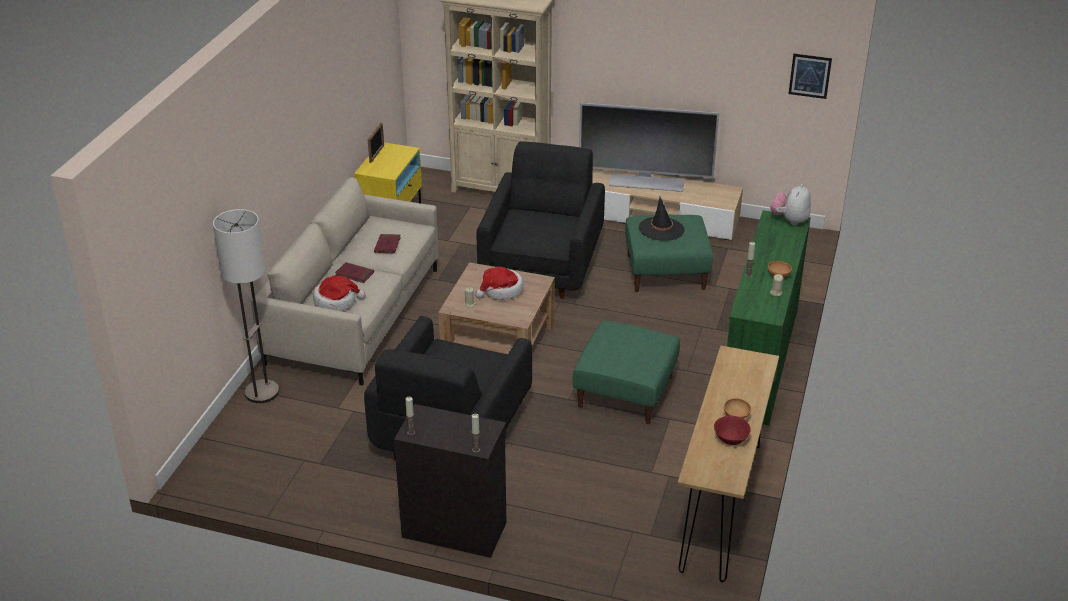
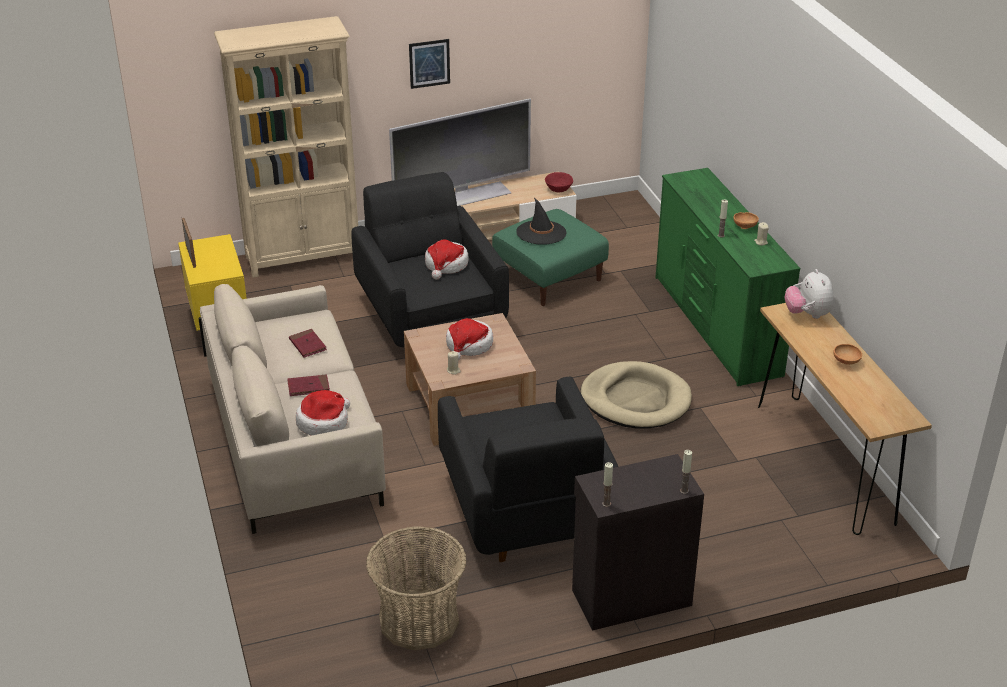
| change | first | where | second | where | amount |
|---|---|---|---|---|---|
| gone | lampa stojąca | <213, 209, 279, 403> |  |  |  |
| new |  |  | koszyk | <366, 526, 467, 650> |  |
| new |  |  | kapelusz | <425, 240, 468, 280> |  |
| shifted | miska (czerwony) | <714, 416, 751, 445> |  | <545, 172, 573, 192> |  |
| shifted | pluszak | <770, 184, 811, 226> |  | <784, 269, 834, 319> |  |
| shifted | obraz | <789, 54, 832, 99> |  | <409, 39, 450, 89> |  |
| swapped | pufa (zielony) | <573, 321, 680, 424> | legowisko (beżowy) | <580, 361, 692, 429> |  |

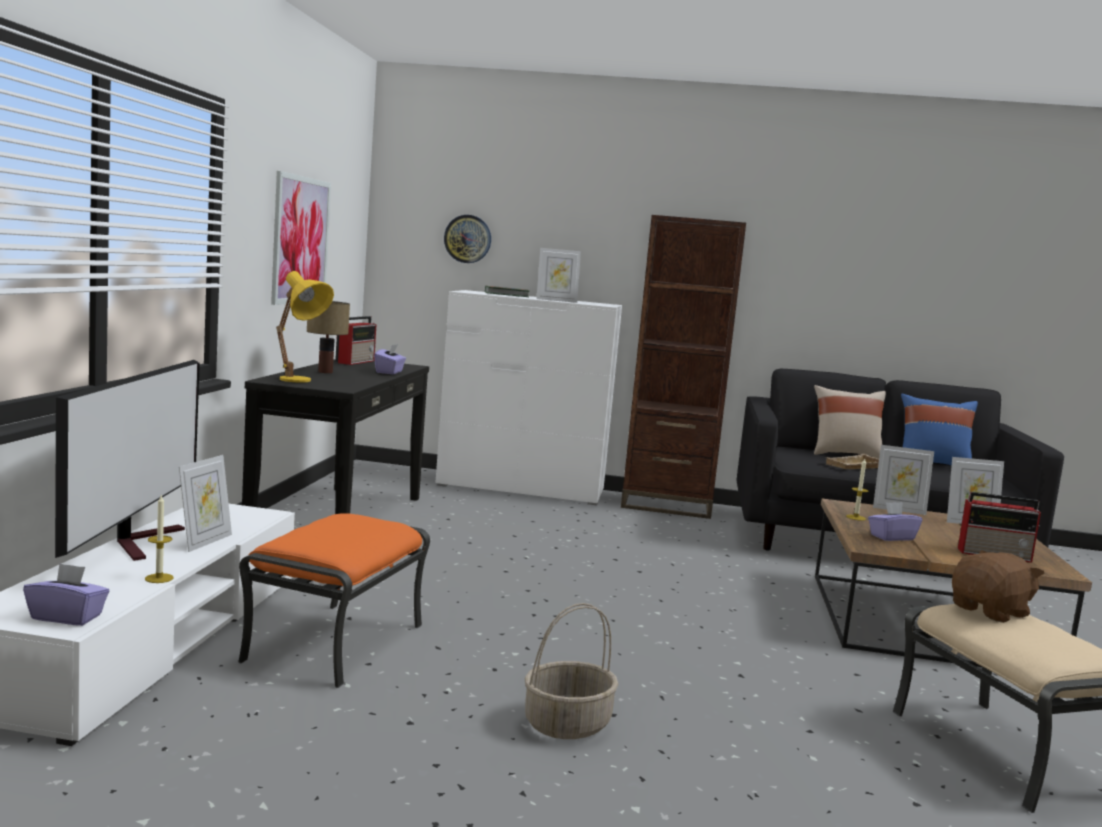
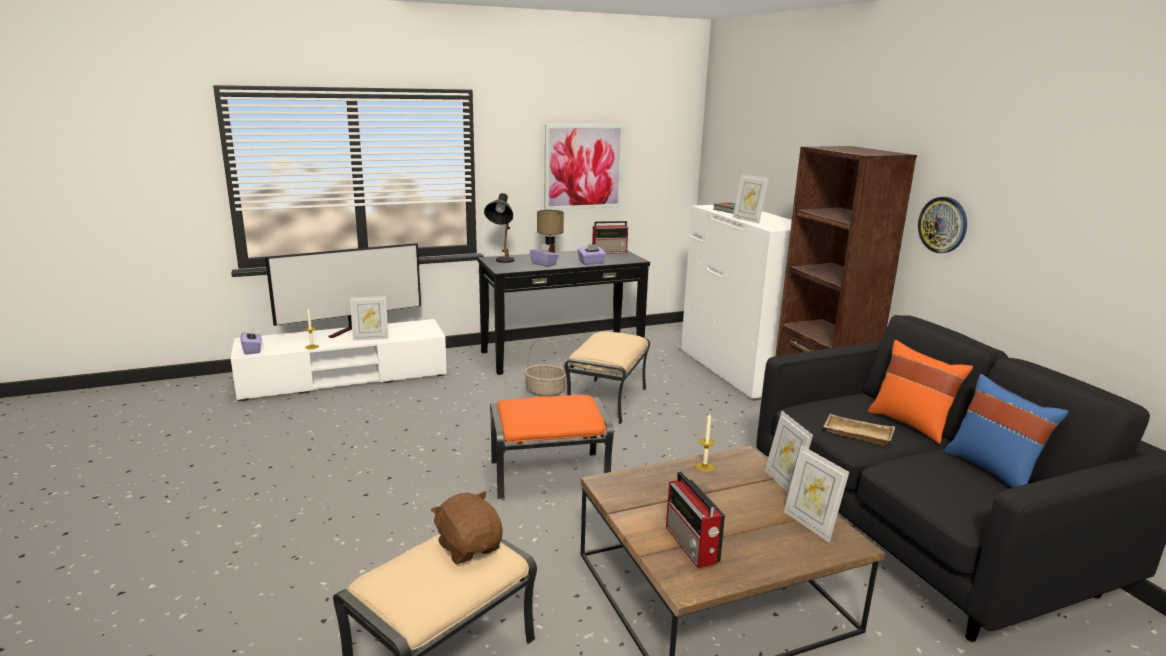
| change | first | where | second | where | amount |
|---|---|---|---|---|---|
| new |  |  | pufa (beżowy) | <564, 331, 650, 424> |  |
| shifted | pufa (pomarańczowy) | <238, 513, 430, 688> |  | <490, 395, 614, 499> |  |
| shifted | zegar ścienny | <444, 215, 491, 263> |  | <918, 197, 967, 253> |  |
| shifted | koszyk | <525, 603, 619, 739> |  | <524, 338, 566, 397> |  |
| shifted | pudełko chusteczek (fioletowy) | <868, 502, 922, 541> |  | <530, 243, 559, 267> |  |
| repainted | lampa stołowa (żółty) | <276, 271, 334, 383> | lampa stołowa (czarny) | <484, 193, 515, 263> |  |
| repainted | poduszka (beżowy) | <814, 385, 886, 459> | poduszka (pomarańczowy) | <868, 340, 973, 444> |  |
| rotated | pluszak (brązowy) | <952, 550, 1045, 623> |  | <431, 491, 503, 564> | 150 degrees counterclockwise |

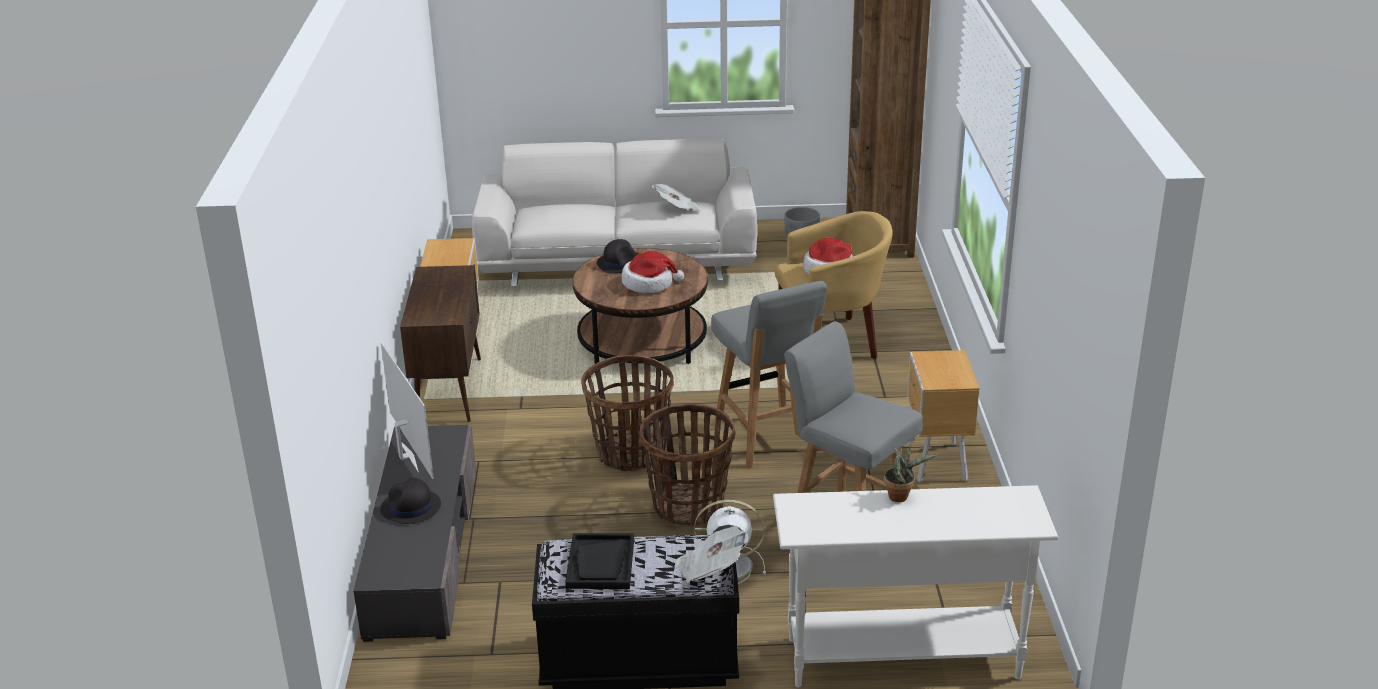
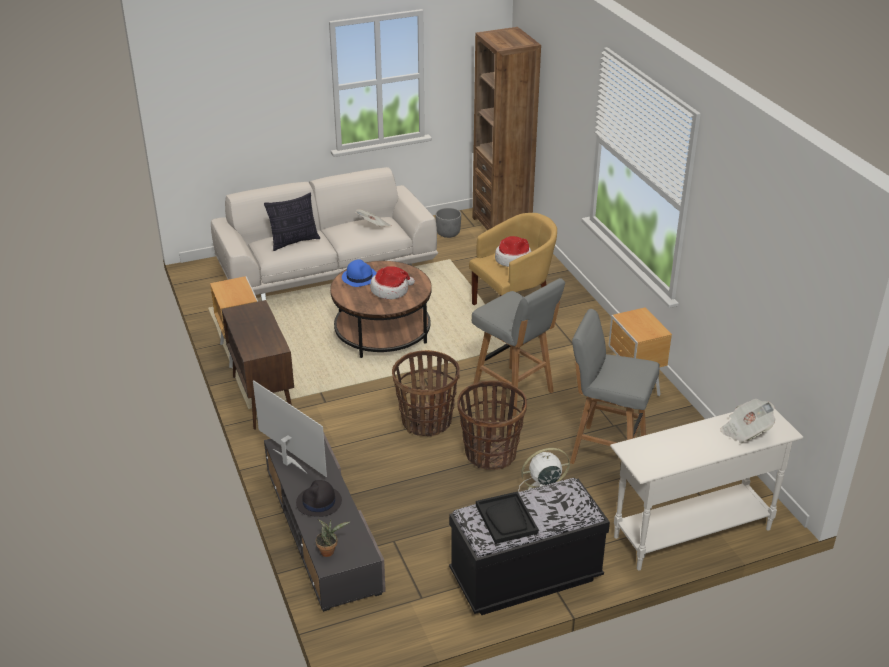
| change | first | where | second | where | amount |
|---|---|---|---|---|---|
| new |  |  | poduszka | <264, 193, 320, 251> |  |
| shifted | gazeta | <676, 526, 749, 582> |  | <720, 399, 775, 444> |  |
| shifted | roślina doniczkowa | <884, 447, 937, 502> |  | <316, 519, 350, 557> |  |
| repainted | kapelusz (czarny) | <597, 239, 639, 273> | kapelusz (niebieski) | <342, 259, 376, 287> |  |

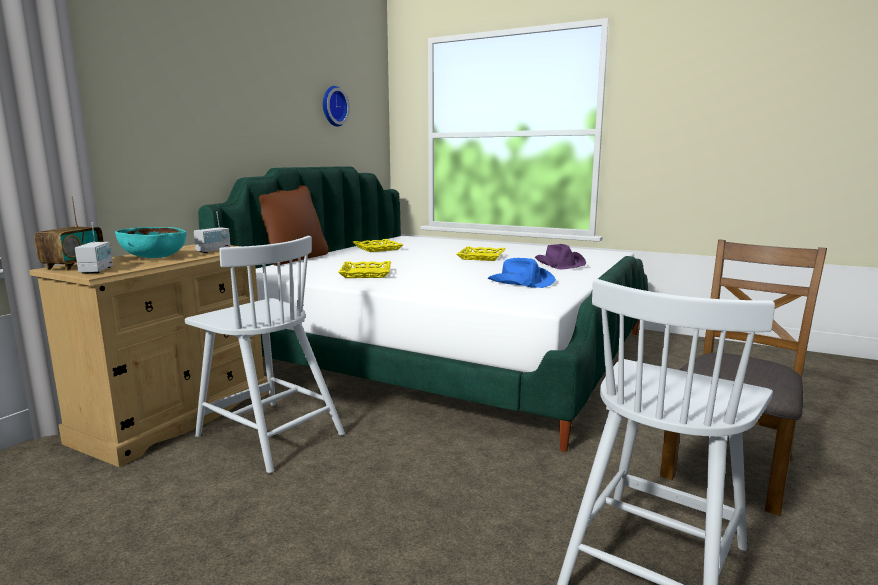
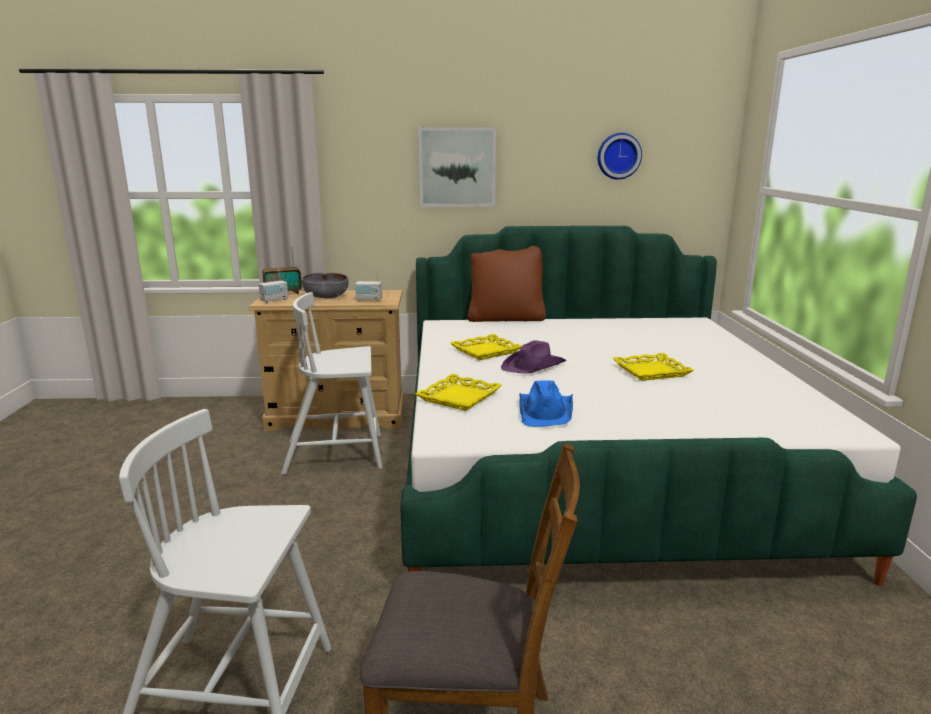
| change | first | where | second | where | amount |
|---|---|---|---|---|---|
| new |  |  | obraz | <418, 127, 496, 207> |  |
| shifted | taca (żółty) | <353, 239, 403, 252> |  | <415, 374, 502, 411> |  |
| shifted | kapelusz (fioletowy) | <535, 244, 586, 270> |  | <501, 340, 566, 374> |  |
| repainted | miska (turkusowy) | <115, 227, 186, 258> | miska (szary) | <302, 273, 349, 298> |  |
| rotated | krzesło (biały) | <185, 236, 345, 473> |  | <281, 292, 382, 475> | 75 degrees clockwise |

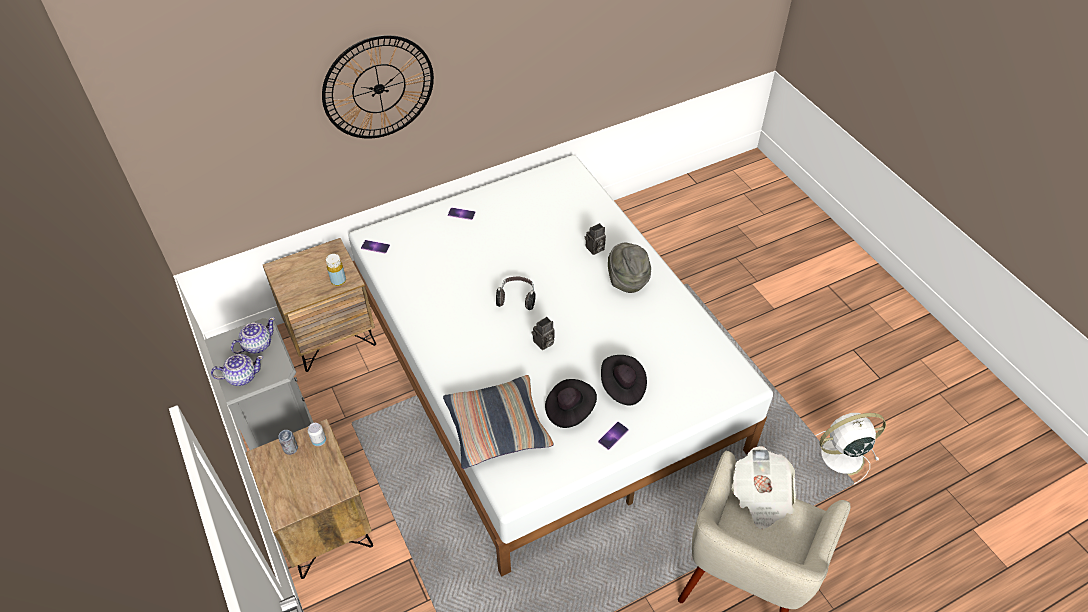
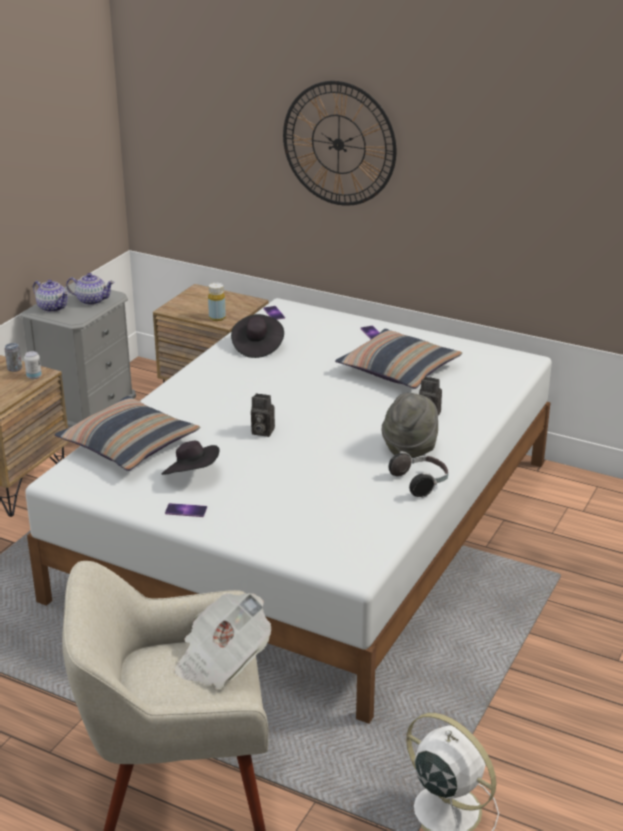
| change | first | where | second | where | amount |
|---|---|---|---|---|---|
| new |  |  | poduszka | <335, 329, 462, 389> |  |
| shifted | słuchawki | <496, 277, 536, 310> |  | <389, 451, 448, 498> |  |
| shifted | kapelusz (czarny) | <601, 355, 647, 405> |  | <231, 314, 284, 358> |  |

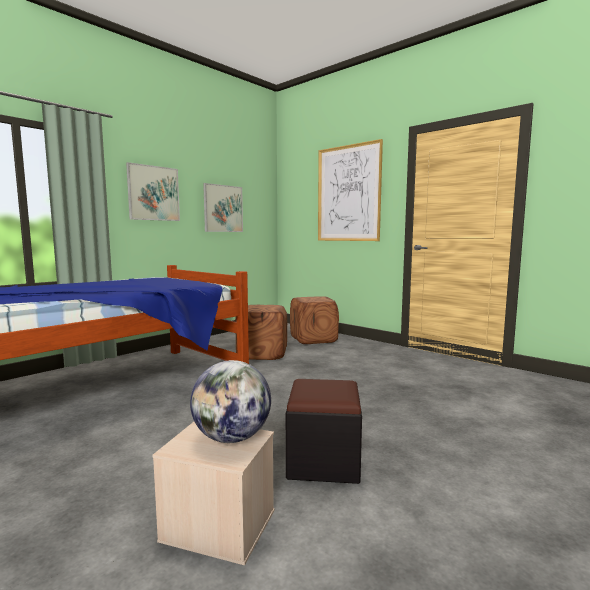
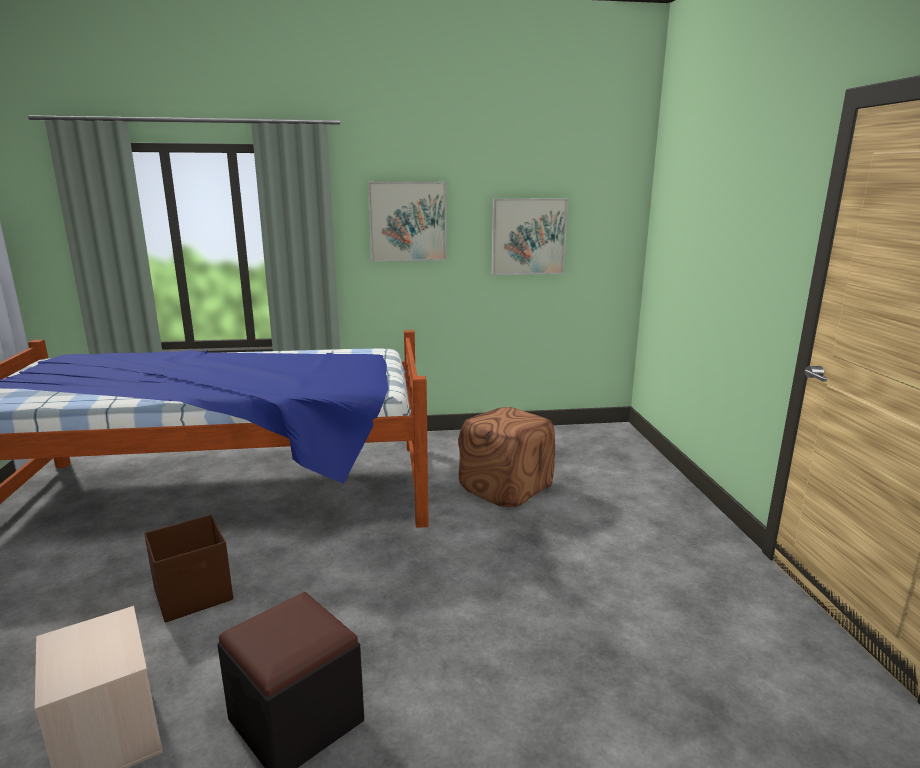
| change | first | where | second | where | amount |
|---|---|---|---|---|---|
| gone | globus | <190, 360, 271, 443> |  |  |  |
| gone | pufa (brązowy) | <290, 296, 339, 344> |  |  |  |
| gone | obraz | <318, 139, 383, 241> |  |  |  |
| new |  |  | pojemnik do przechowywania (brązowy) | <144, 515, 233, 623> |  |

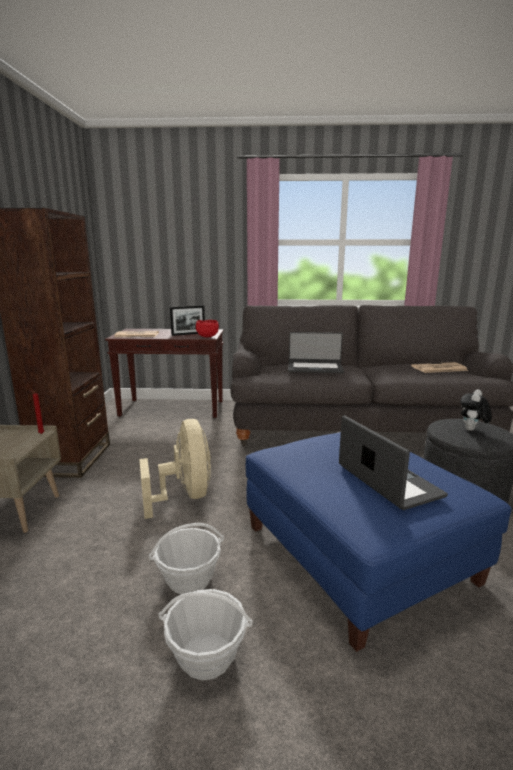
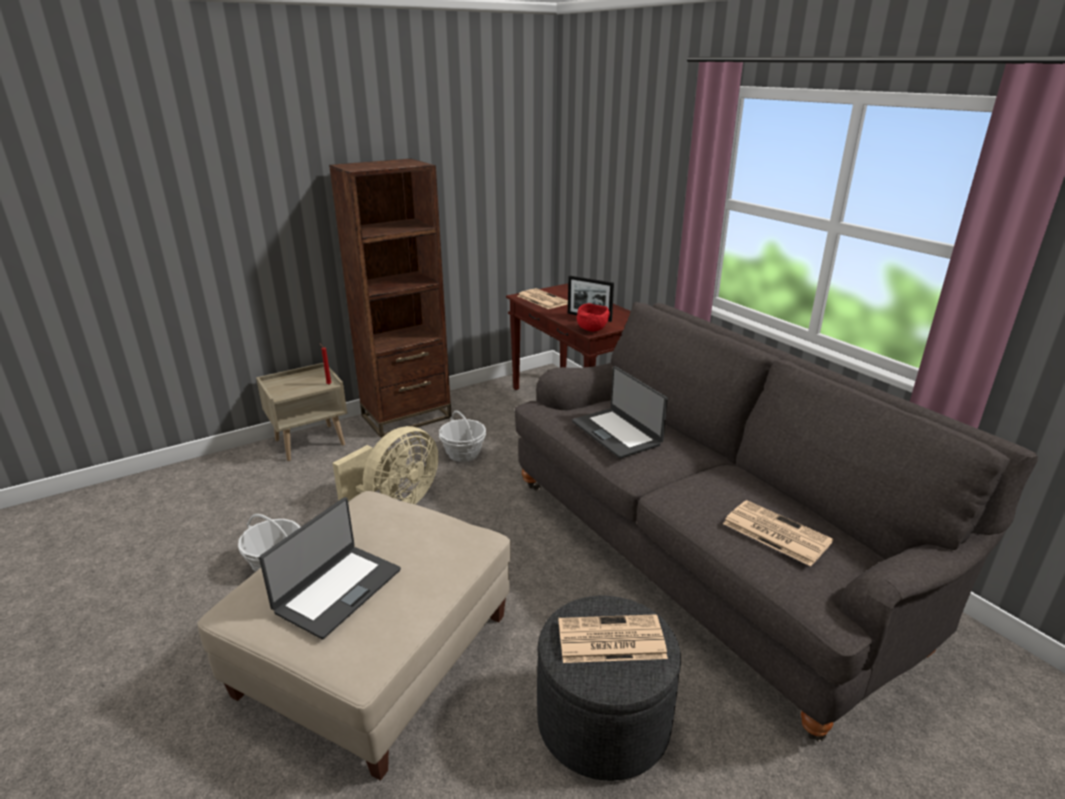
| change | first | where | second | where | amount |
|---|---|---|---|---|---|
| shifted | koszyk | <159, 589, 253, 680> |  | <439, 410, 486, 462> |  |
| swapped | pluszak | <460, 389, 492, 431> | gazeta | <559, 614, 668, 663> |  |
| repainted | pufa (niebieski) | <246, 432, 512, 652> | pufa (beżowy) | <197, 491, 511, 781> |  |

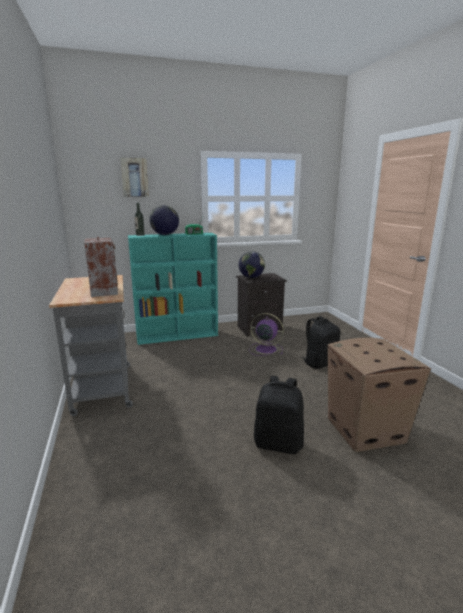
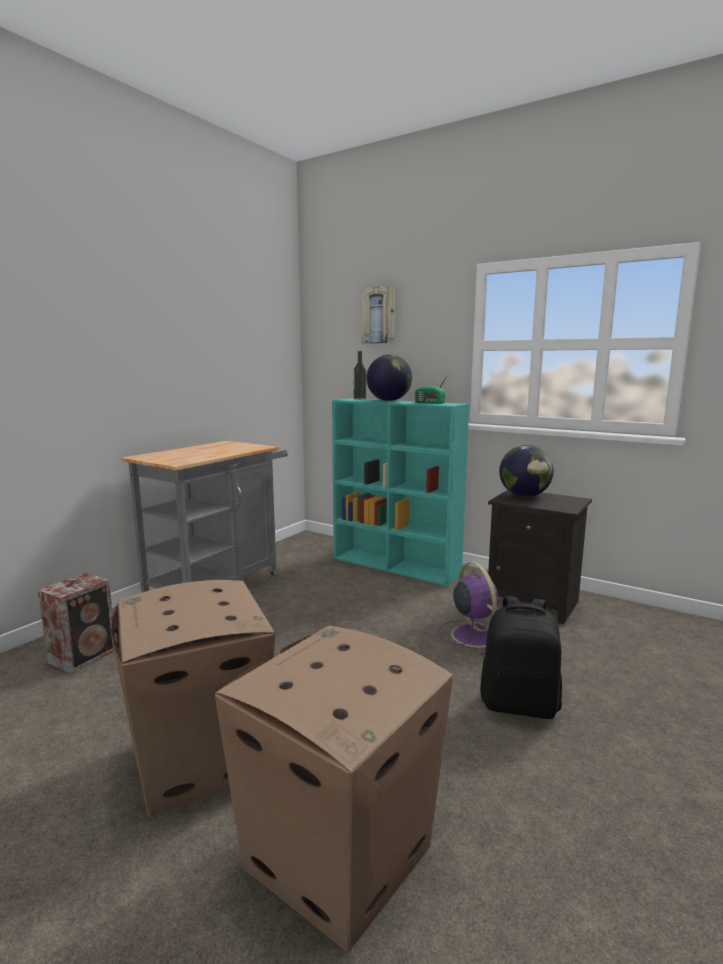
| change | first | where | second | where | amount |
|---|---|---|---|---|---|
| shifted | głośnik | <84, 237, 118, 297> |  | <38, 573, 116, 674> |  |
| swapped | plecak (czarny) | <254, 376, 304, 454> | karton | <110, 580, 275, 817> |  |

